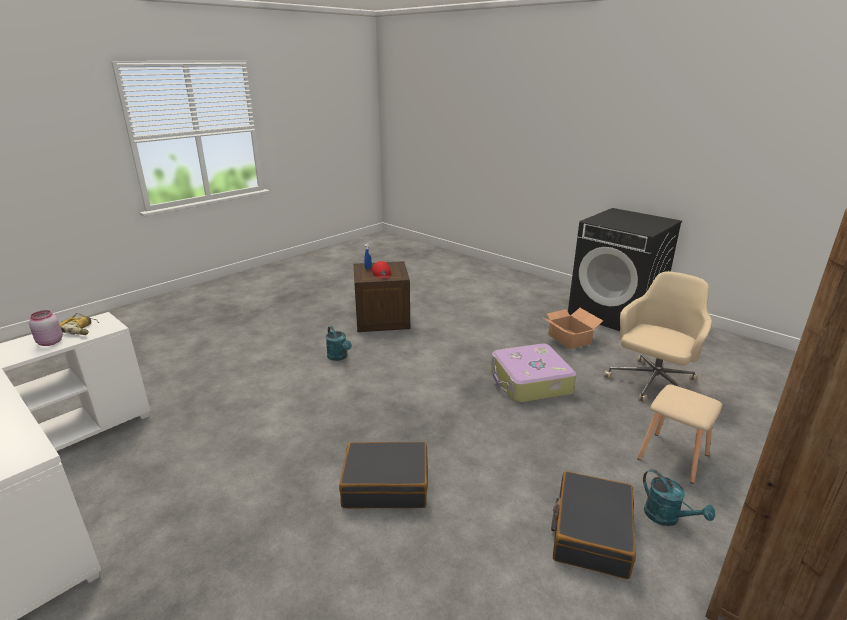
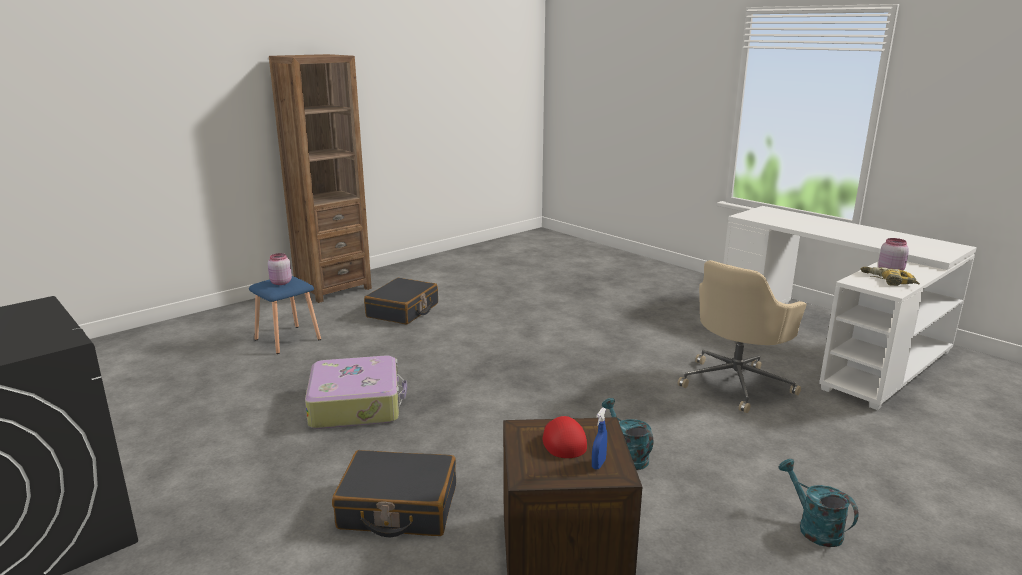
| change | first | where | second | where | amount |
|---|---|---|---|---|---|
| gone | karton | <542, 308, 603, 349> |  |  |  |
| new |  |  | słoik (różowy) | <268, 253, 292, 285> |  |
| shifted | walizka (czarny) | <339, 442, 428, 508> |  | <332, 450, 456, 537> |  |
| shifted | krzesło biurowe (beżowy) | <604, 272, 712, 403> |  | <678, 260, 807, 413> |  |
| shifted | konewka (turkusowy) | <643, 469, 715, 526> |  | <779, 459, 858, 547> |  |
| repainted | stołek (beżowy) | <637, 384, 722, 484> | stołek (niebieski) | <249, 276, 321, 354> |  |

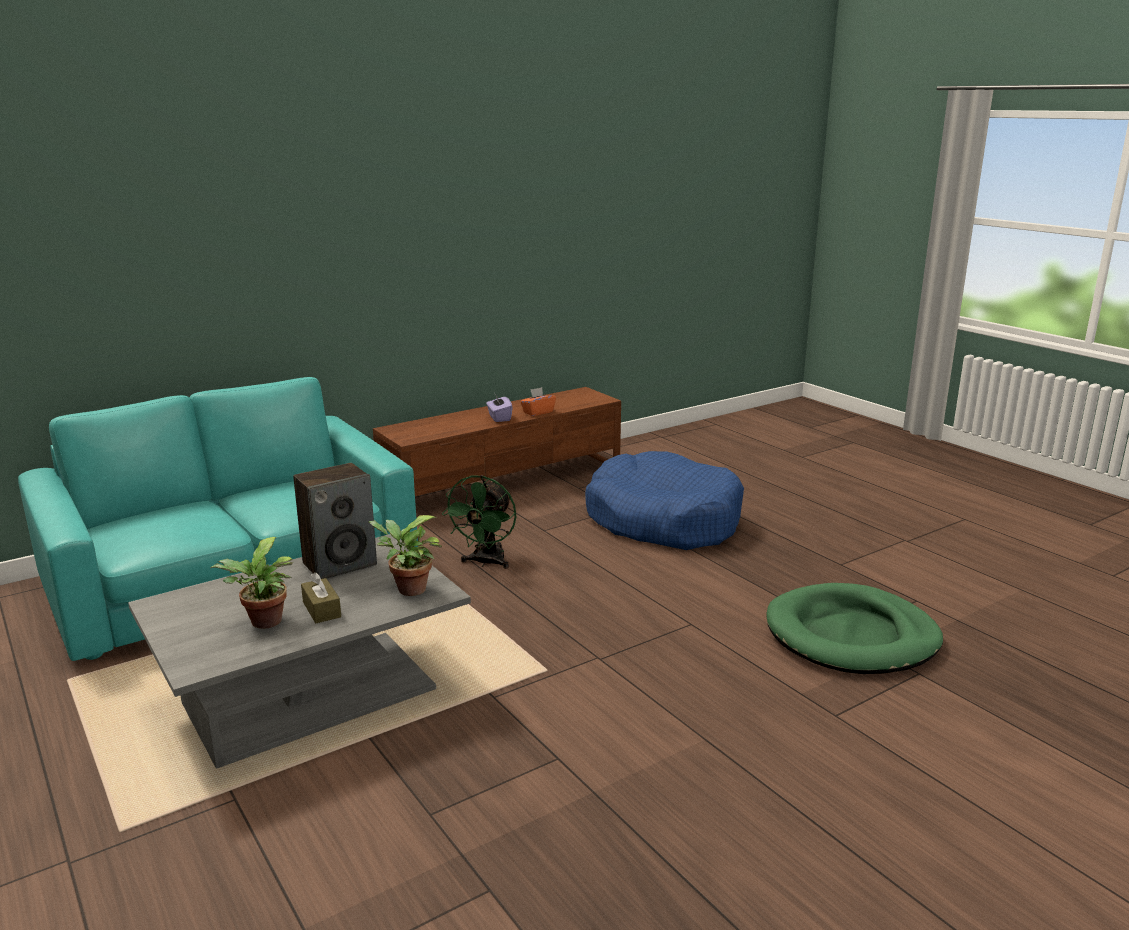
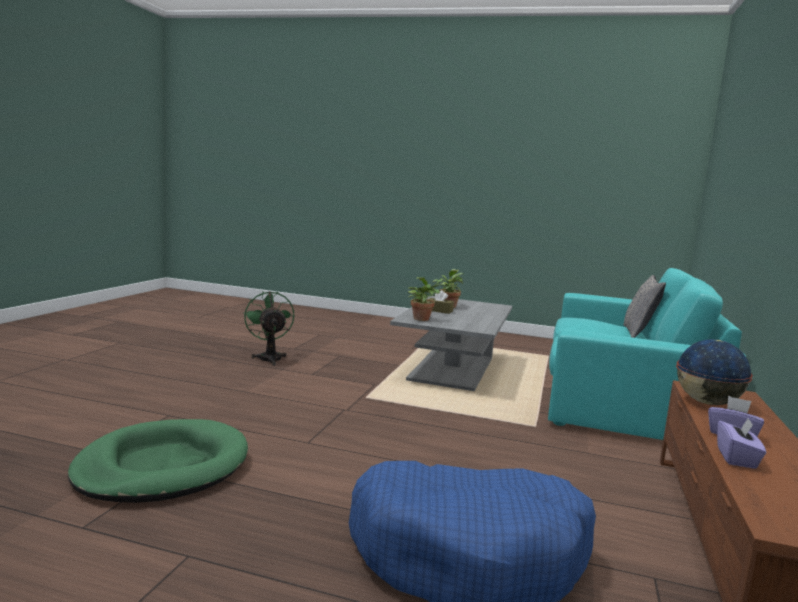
| change | first | where | second | where | amount |
|---|---|---|---|---|---|
| gone | głośnik | <293, 463, 377, 579> |  |  |  |
| new |  |  | poduszka (szary) | <624, 275, 666, 338> |  |
| new |  |  | globus | <676, 339, 753, 405> |  |
| shifted | wentylator (zielony) | <442, 475, 517, 569> |  | <243, 291, 294, 366> |  |
| repainted | pudełko chusteczek (pomarańczowy) | <520, 387, 556, 416> | pudełko chusteczek (fioletowy) | <717, 417, 766, 469> |  |

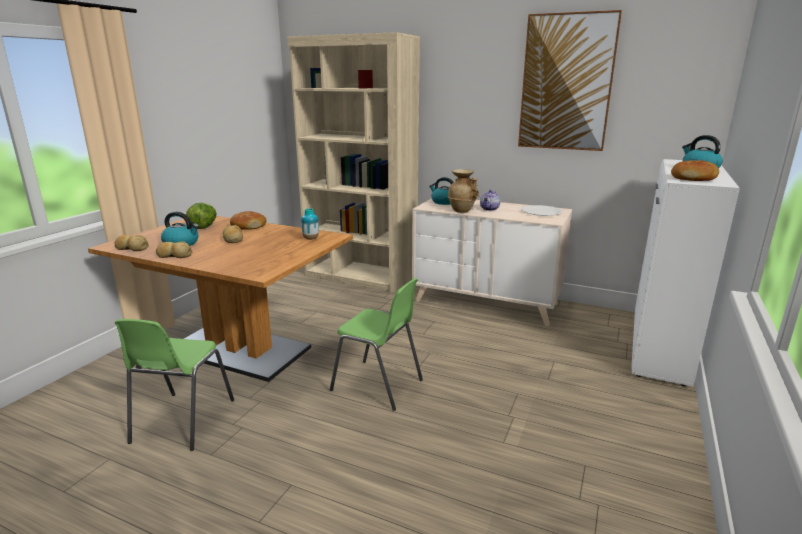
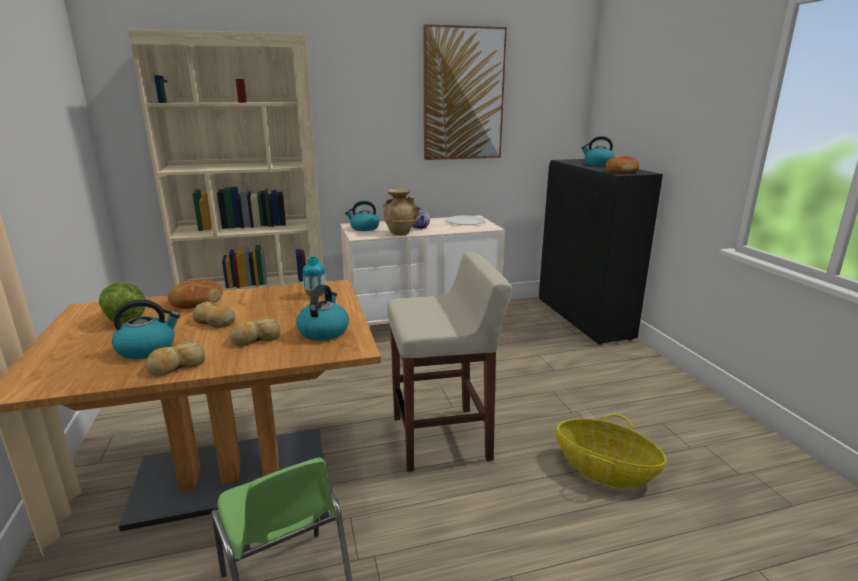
| change | first | where | second | where | amount |
|---|---|---|---|---|---|
| new |  |  | czajnik | <296, 285, 349, 341> |  |
| new |  |  | koszyk | <556, 414, 666, 488> |  |
| shifted | chleb | <114, 235, 149, 251> |  | <229, 316, 280, 346> |  |
| swapped | krzesło (zielony) | <330, 278, 423, 411> | stołek (beżowy) | <387, 252, 512, 472> |  |
| repainted | szafka (biały) | <631, 159, 740, 387> | szafka (czarny) | <539, 159, 663, 344> |  |

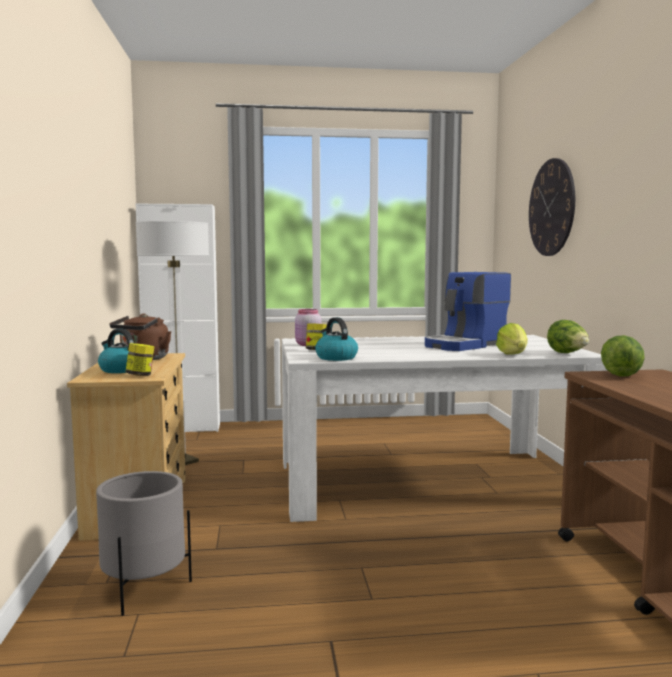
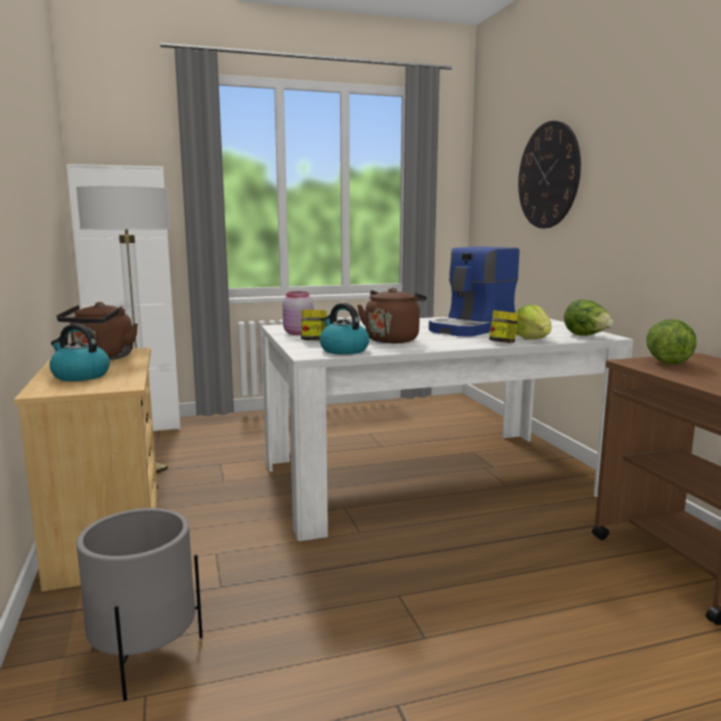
| change | first | where | second | where | amount |
|---|---|---|---|---|---|
| new |  |  | czajnik (brązowy) | <357, 288, 427, 344> |  |
| shifted | słoik | <126, 343, 155, 376> |  | <489, 310, 519, 343> |  |

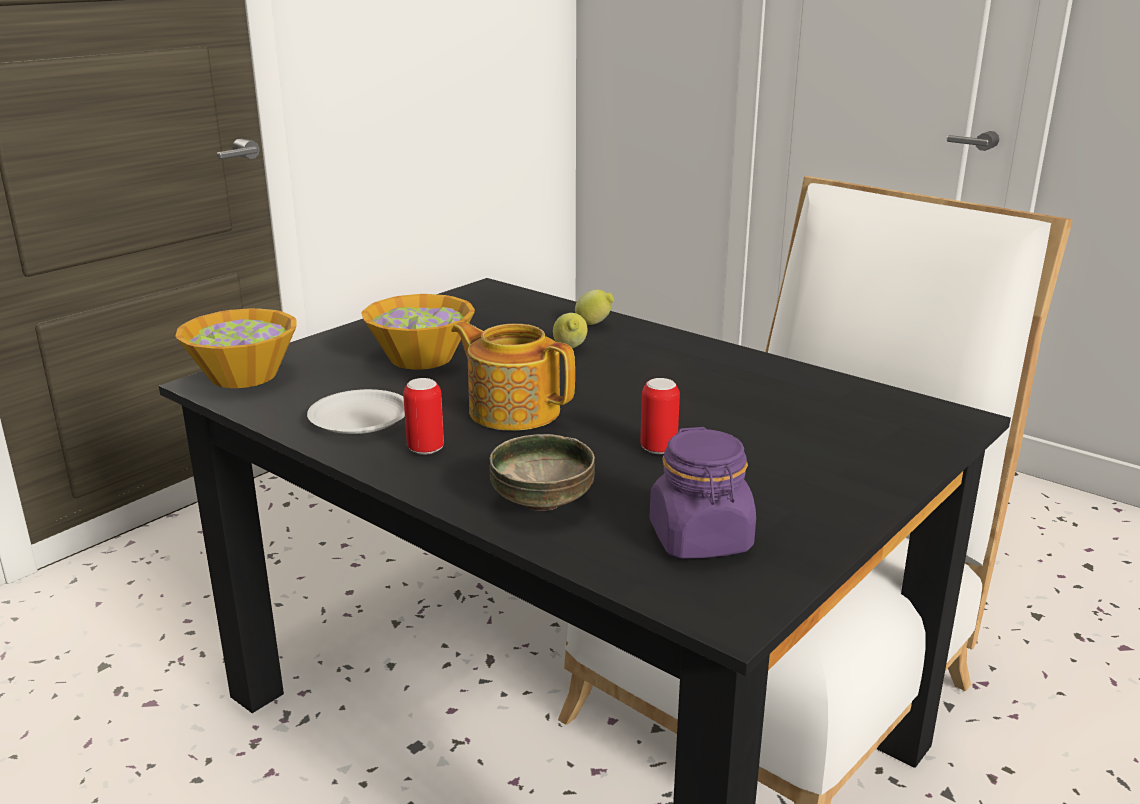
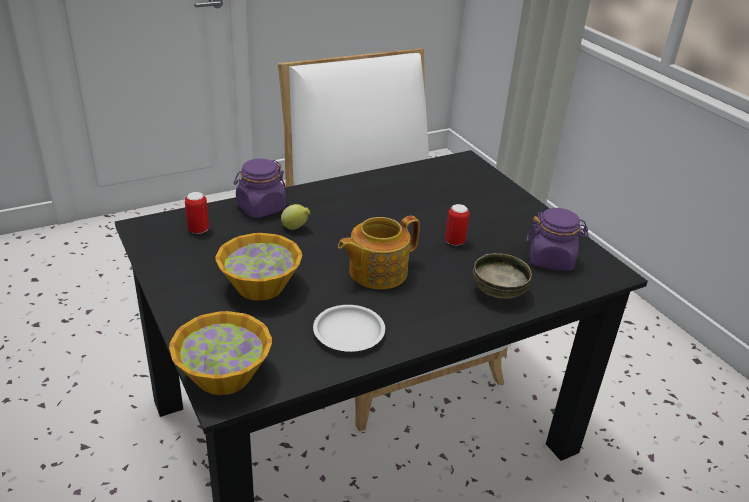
| change | first | where | second | where | amount |
|---|---|---|---|---|---|
| shifted | puszka | <403, 378, 444, 455> |  | <185, 192, 209, 234> |  |
| swapped | cytryna | <575, 290, 614, 325> | słoik (fioletowy) | <234, 159, 286, 218> |  |

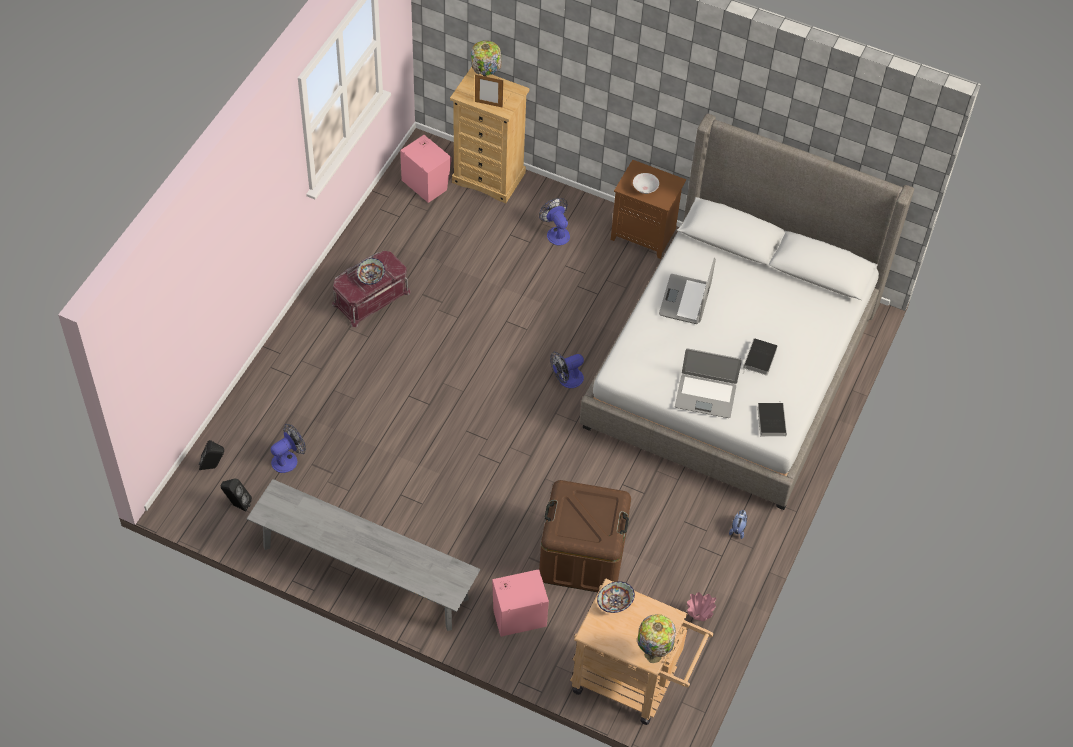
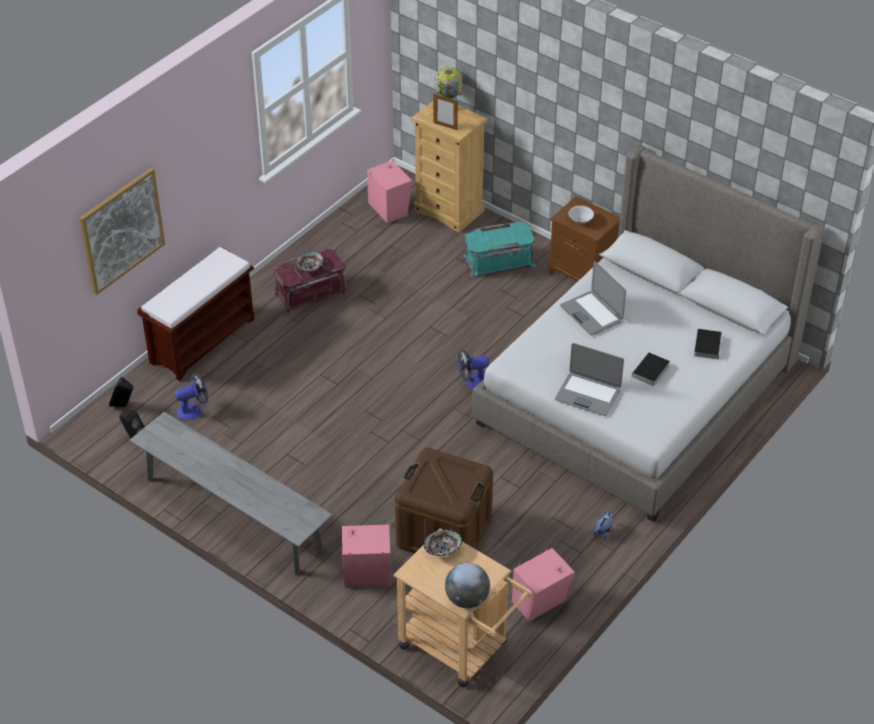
| change | first | where | second | where | amount |
|---|---|---|---|---|---|
| new |  |  | obraz | <79, 168, 165, 295> |  |
| new |  |  | ławka (brązowy) | <137, 246, 255, 381> |  |
| shifted | książka | <757, 401, 787, 437> |  | <694, 329, 722, 360> |  |
| swapped | wentylator | <539, 198, 570, 245> | pojemnik do przechowywania (turkusowy) | <462, 222, 536, 278> |  |
| swapped | lampa stołowa | <637, 614, 676, 663> | globus | <445, 563, 490, 608> |  |
| swapped | wazon (różowy) | <687, 592, 716, 621> | głośnik (różowy) | <512, 548, 575, 621> |  |
| rotated | laptop | <659, 258, 716, 324> |  | <560, 262, 626, 335> | 60 degrees counterclockwise |

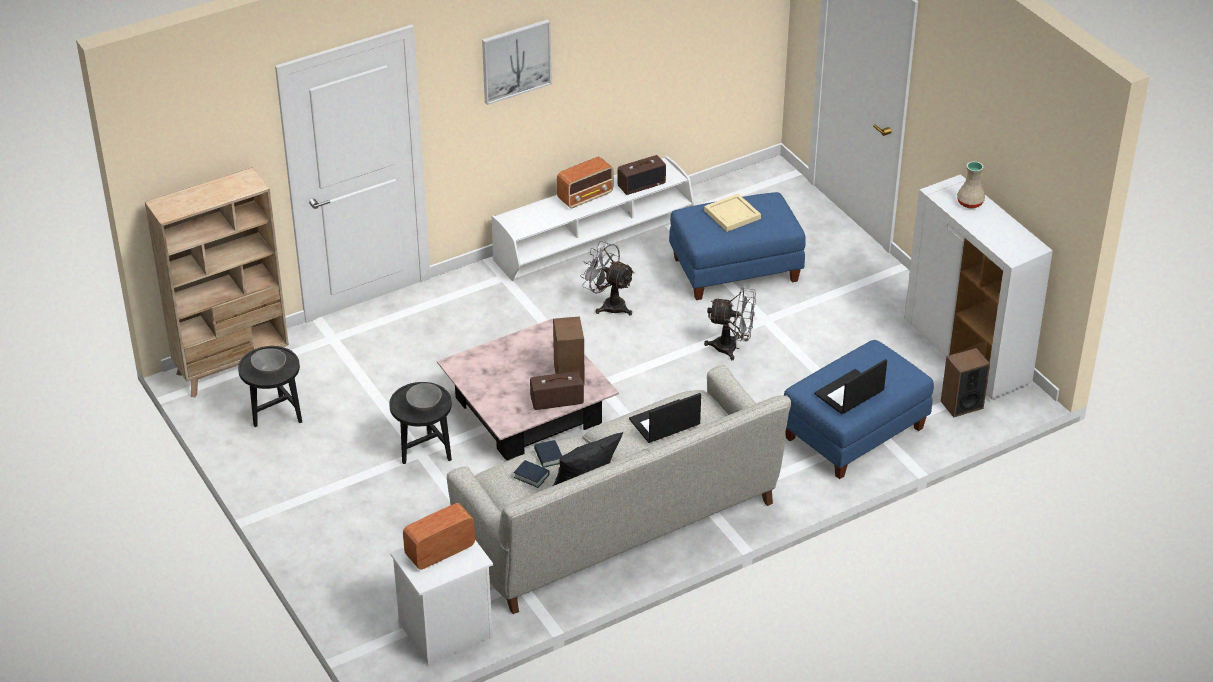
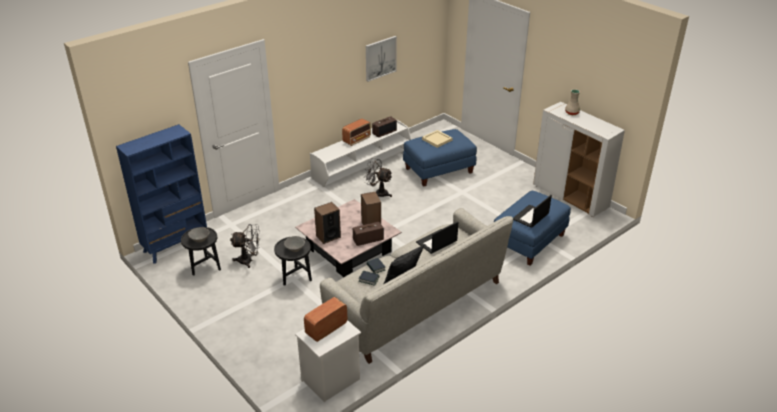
| change | first | where | second | where | amount |
|---|---|---|---|---|---|
| shifted | obraz | <482, 19, 552, 105> |  | <366, 36, 397, 82> |  |
| shifted | wentylator (szary) | <704, 287, 756, 360> |  | <230, 224, 260, 268> |  |
| shifted | głośnik | <941, 348, 990, 417> |  | <314, 202, 341, 244> |  |
| repainted | regał (beżowy) | <145, 167, 289, 397> | regał (niebieski) | <116, 124, 207, 264> |  |

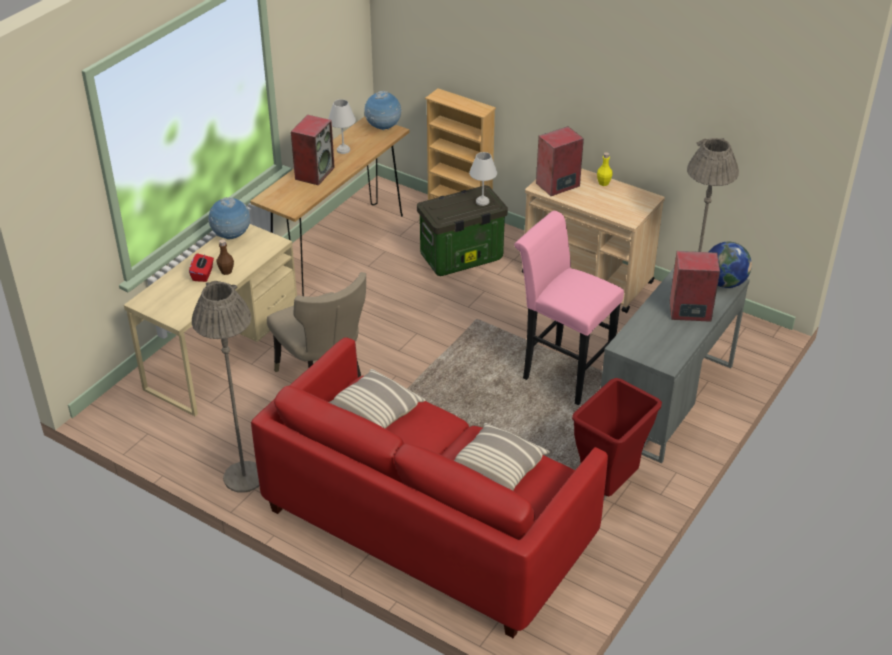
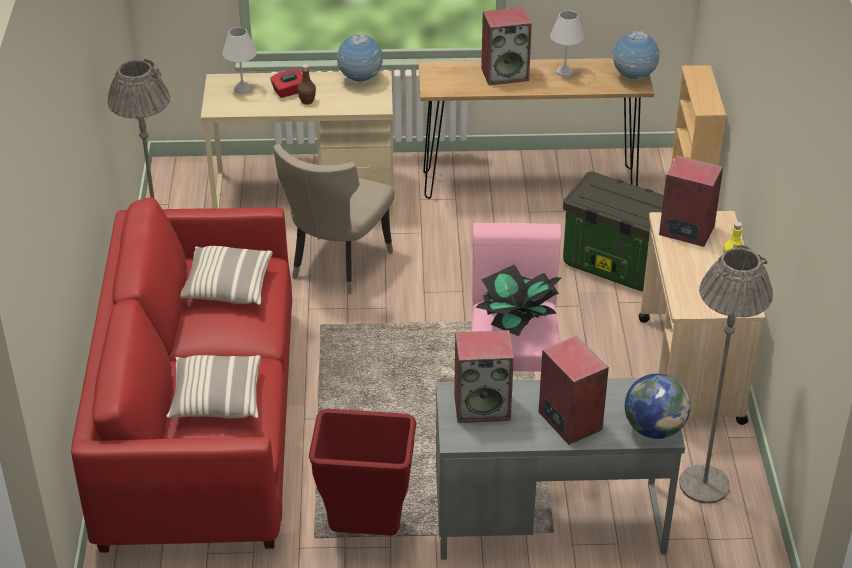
| change | first | where | second | where | amount |
|---|---|---|---|---|---|
| new |  |  | głośnik | <454, 330, 514, 423> |  |
| new |  |  | roślina doniczkowa | <476, 265, 561, 336> |  |
| shifted | lampa stołowa (biały) | <469, 152, 497, 206> |  | <222, 27, 257, 94> |  |

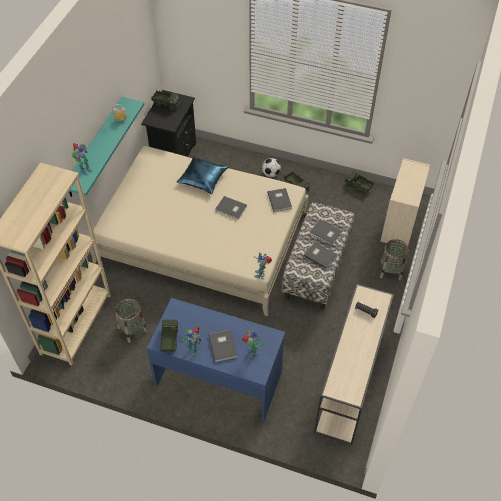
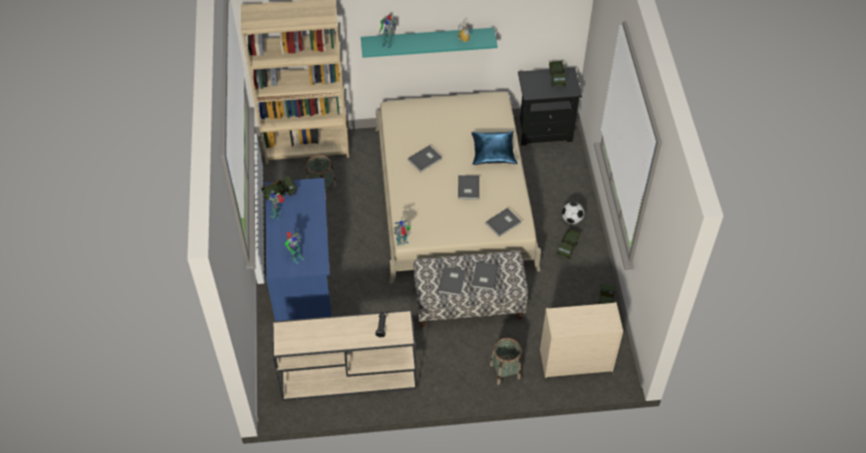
| change | first | where | second | where | amount |
|---|---|---|---|---|---|
| shifted | książka (szary) | <208, 330, 238, 362> |  | <408, 145, 442, 173> |  |

